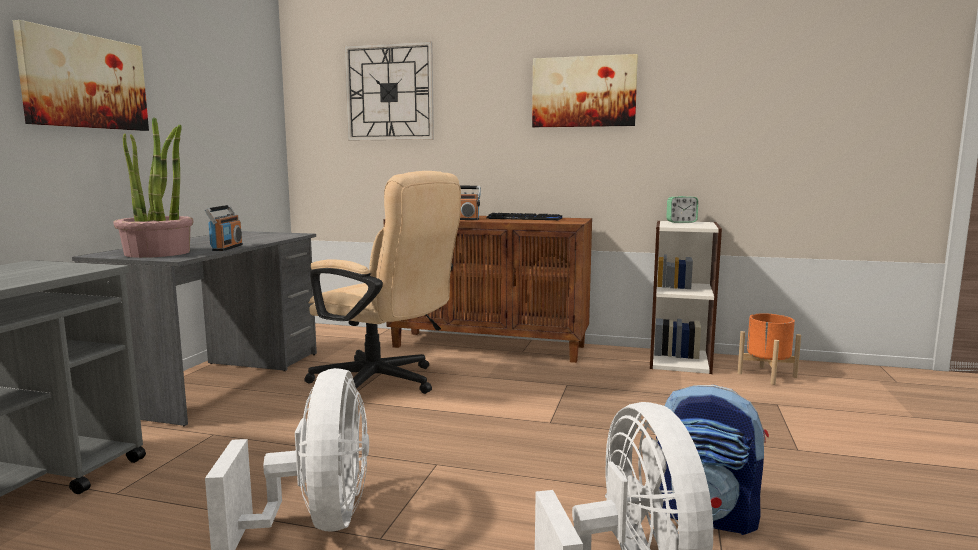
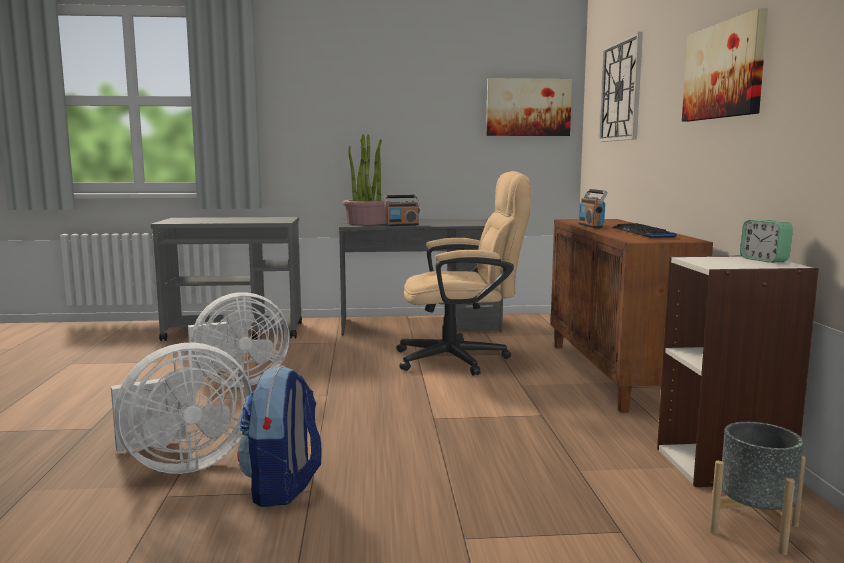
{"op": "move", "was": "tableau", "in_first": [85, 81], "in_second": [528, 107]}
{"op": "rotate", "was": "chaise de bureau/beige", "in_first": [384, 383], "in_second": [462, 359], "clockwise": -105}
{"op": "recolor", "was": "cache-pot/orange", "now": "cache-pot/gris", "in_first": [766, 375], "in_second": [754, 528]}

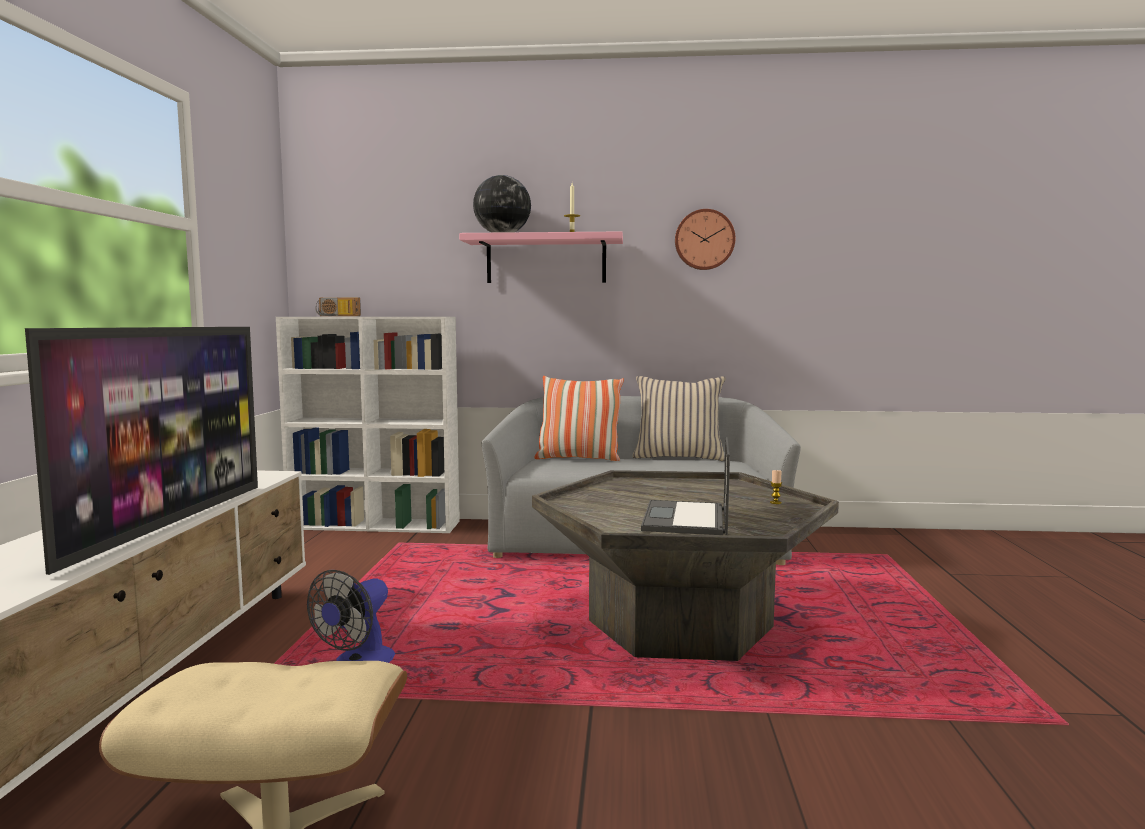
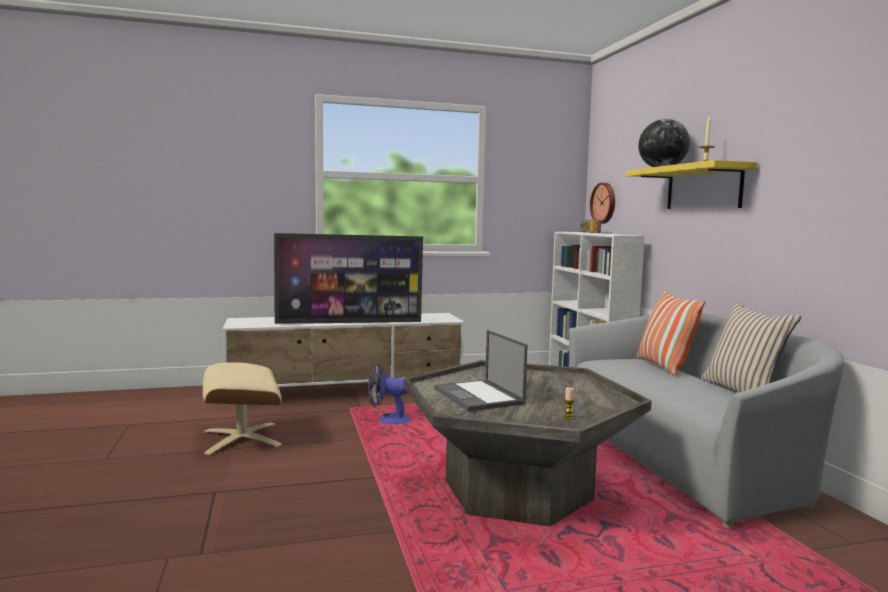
{"op": "move", "was": "horloge murale", "in_first": [704, 240], "in_second": [604, 203]}
{"op": "recolor", "was": "étagère/rose", "now": "étagère/jaune", "in_first": [546, 260], "in_second": [703, 188]}
{"op": "rotate", "was": "ordinateur portable", "in_first": [686, 519], "in_second": [479, 396], "clockwise": -105}

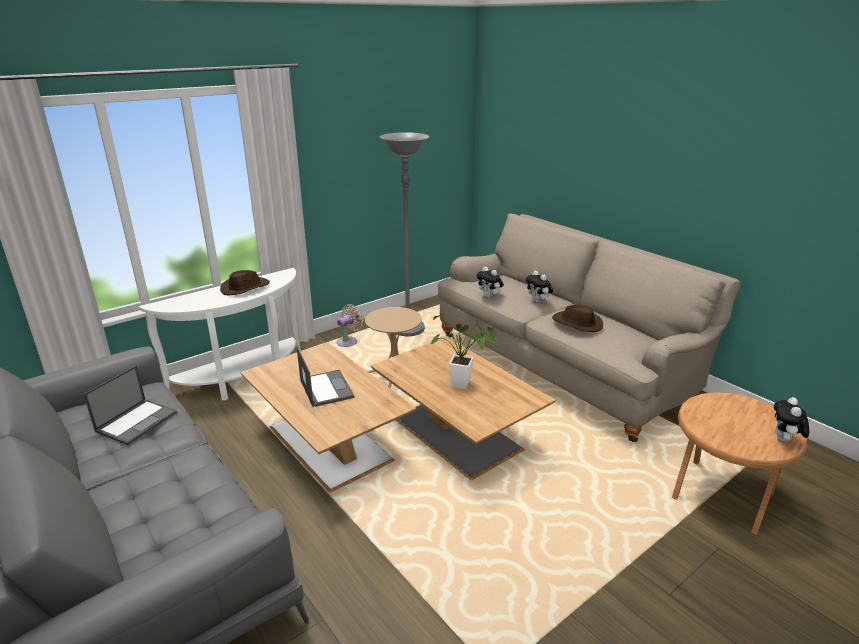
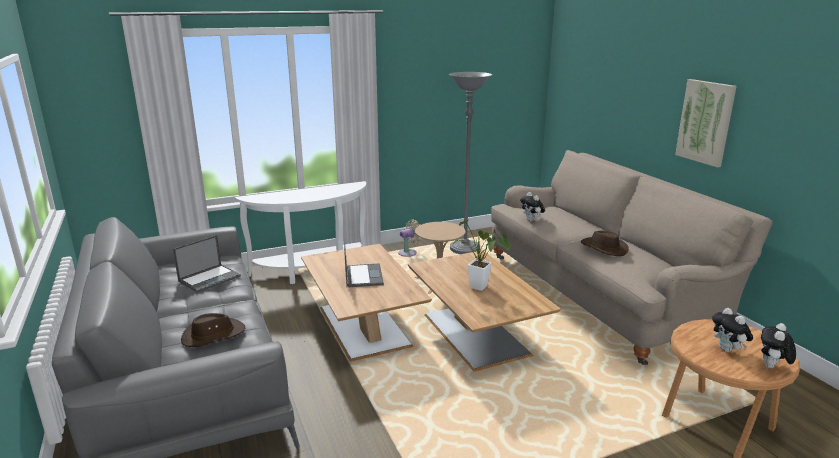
{"op": "move", "was": "chapeau/marron", "in_first": [245, 288], "in_second": [213, 335]}
{"op": "move", "was": "peluche", "in_first": [538, 302], "in_second": [728, 350]}
{"op": "insert", "now": "tableau", "in_second": [705, 122]}

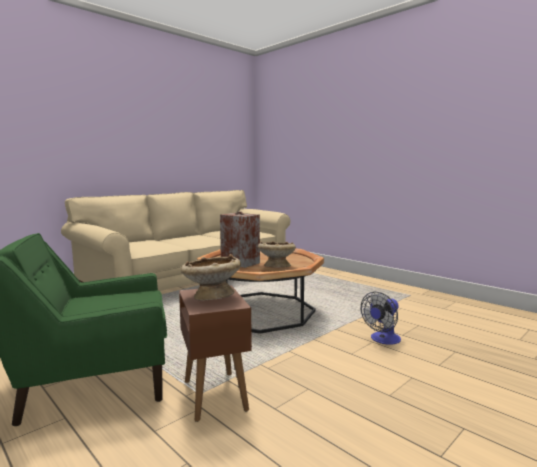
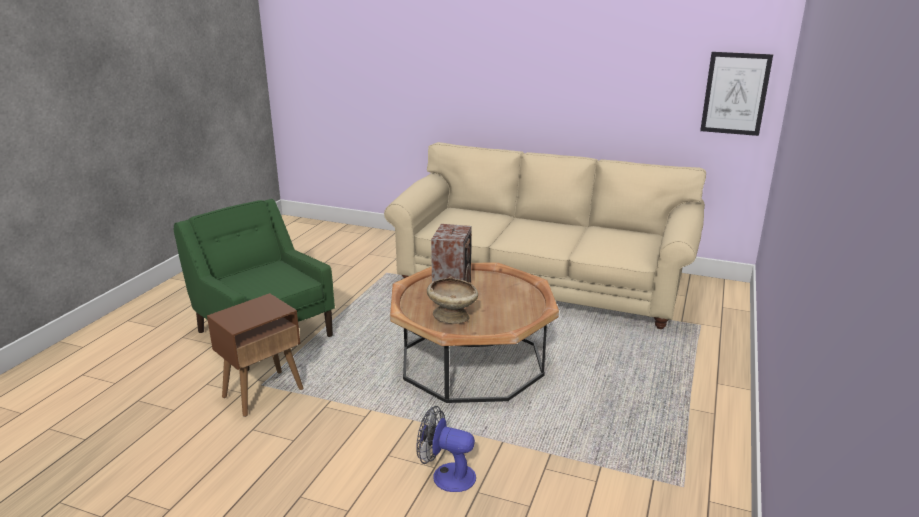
{"op": "delete", "was": "bol/beige", "in_first": [211, 297]}
{"op": "insert", "now": "tableau", "in_second": [735, 93]}

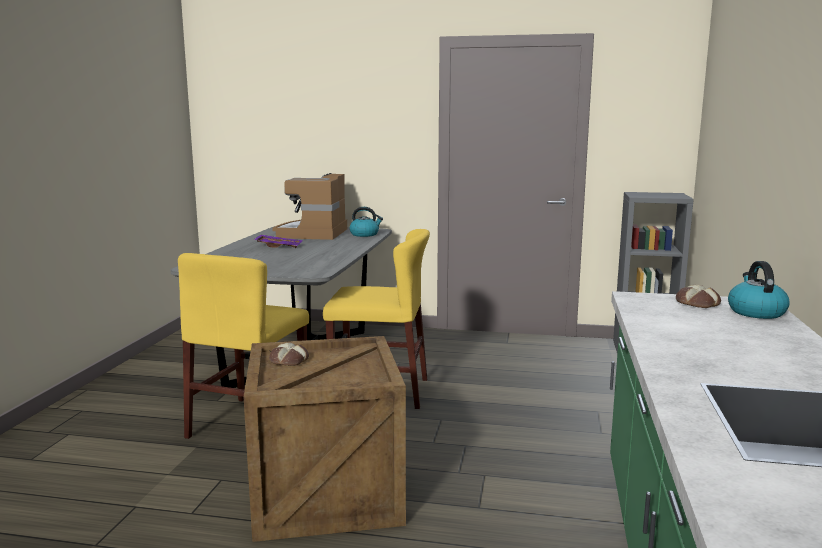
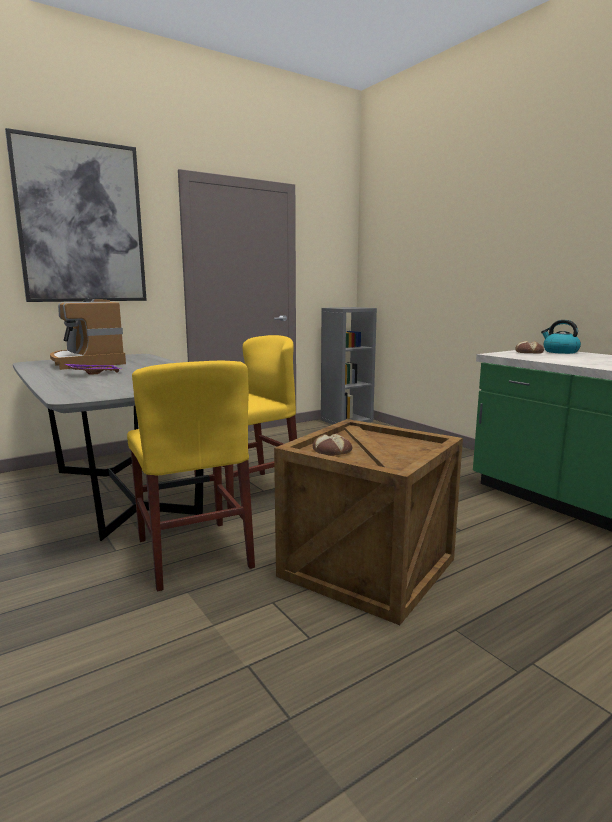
{"op": "delete", "was": "bouilloire", "in_first": [365, 234]}
{"op": "insert", "now": "tableau", "in_second": [81, 223]}

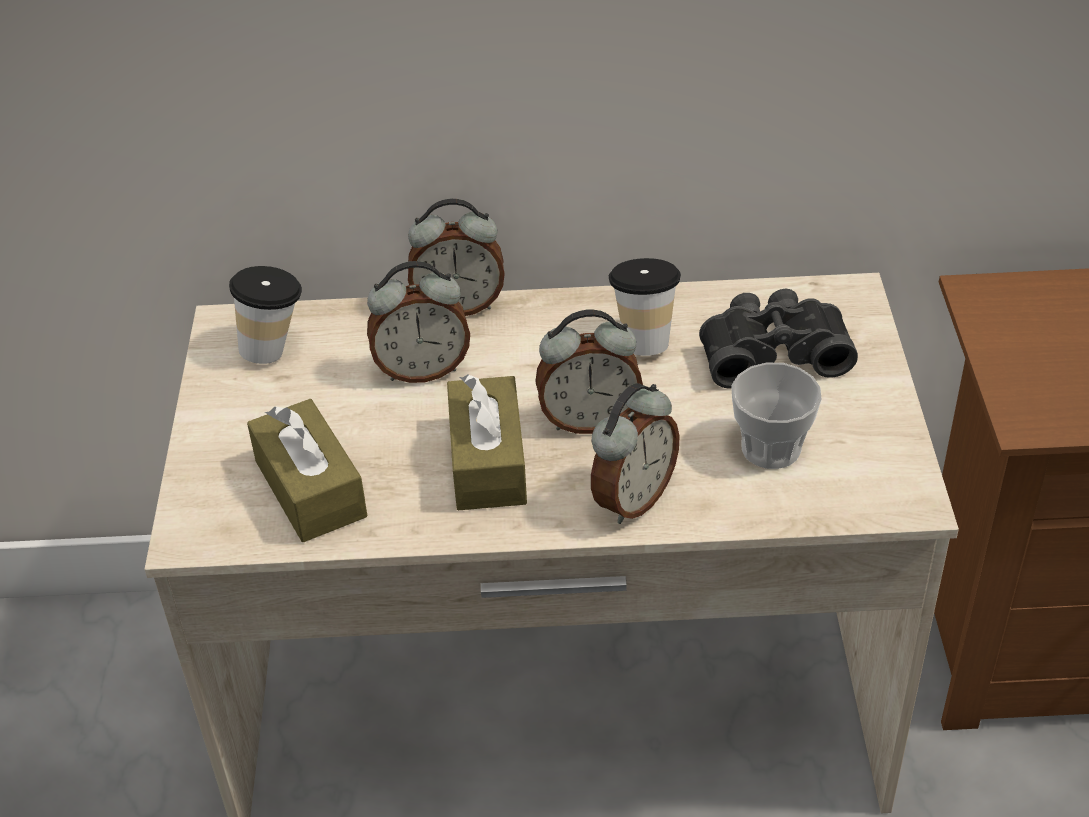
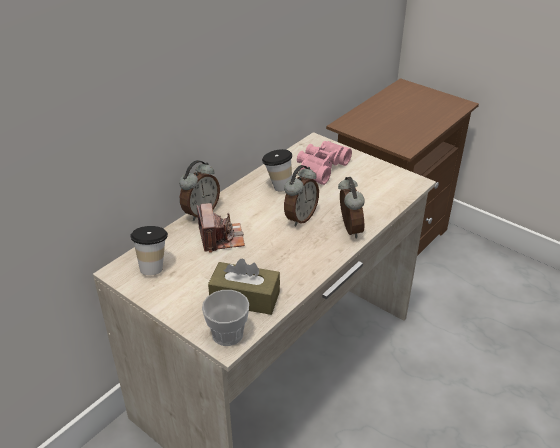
{"op": "replace", "was": "réveil", "now": "appareil photo", "in_first": [422, 370], "in_second": [221, 238]}
{"op": "recolor", "was": "jumelles/noir", "now": "jumelles/rose", "in_first": [772, 352], "in_second": [320, 168]}
{"op": "move", "was": "tasse", "in_first": [771, 448], "in_second": [227, 334]}
{"op": "delete", "was": "boîte à mouchoirs/marron", "in_first": [488, 462]}

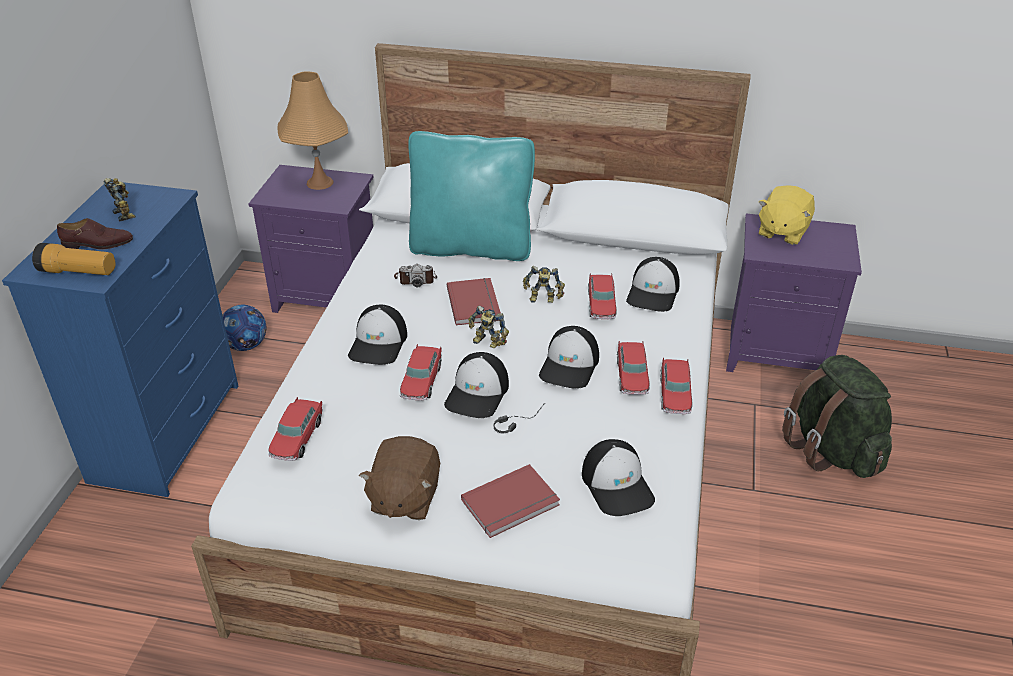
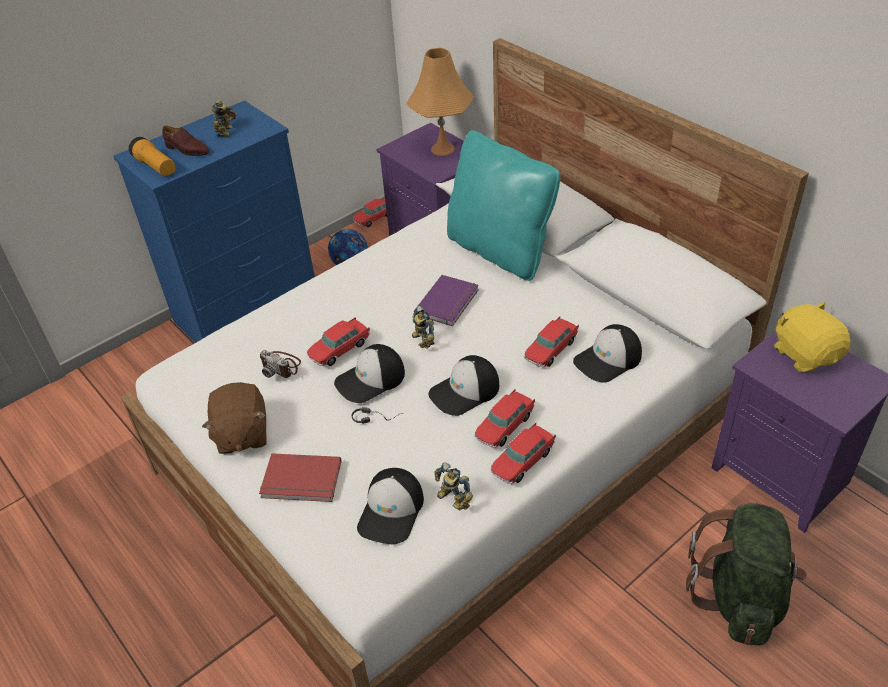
{"op": "rotate", "was": "peluche/jaune", "in_first": [782, 232], "in_second": [805, 354], "clockwise": 90}
{"op": "move", "was": "appareil photo", "in_first": [415, 279], "in_second": [281, 366]}
{"op": "move", "was": "robot jouet", "in_first": [543, 299], "in_second": [451, 500]}
{"op": "recolor", "was": "livre/rouge", "now": "livre/violet", "in_first": [475, 303], "in_second": [449, 302]}
{"op": "delete", "was": "casquette", "in_first": [379, 343]}
{"op": "move", "was": "petite voiture", "in_first": [297, 438], "in_second": [374, 218]}
{"op": "rotate", "was": "peluche/marron", "in_first": [404, 498], "in_second": [241, 434], "clockwise": -60}

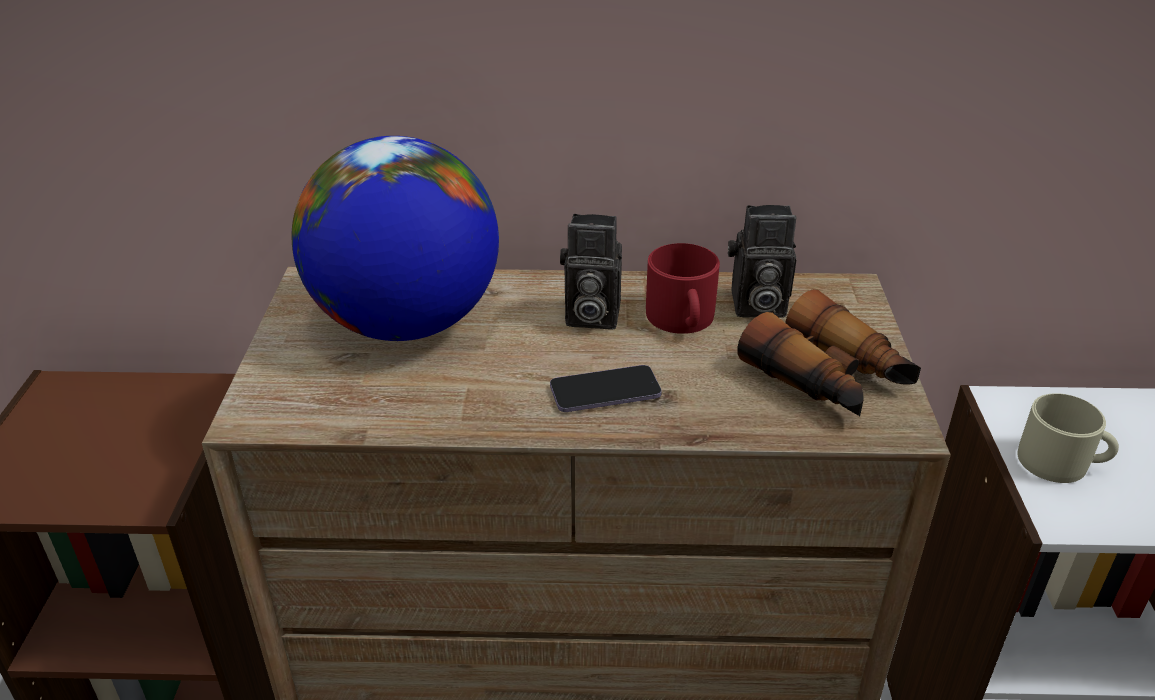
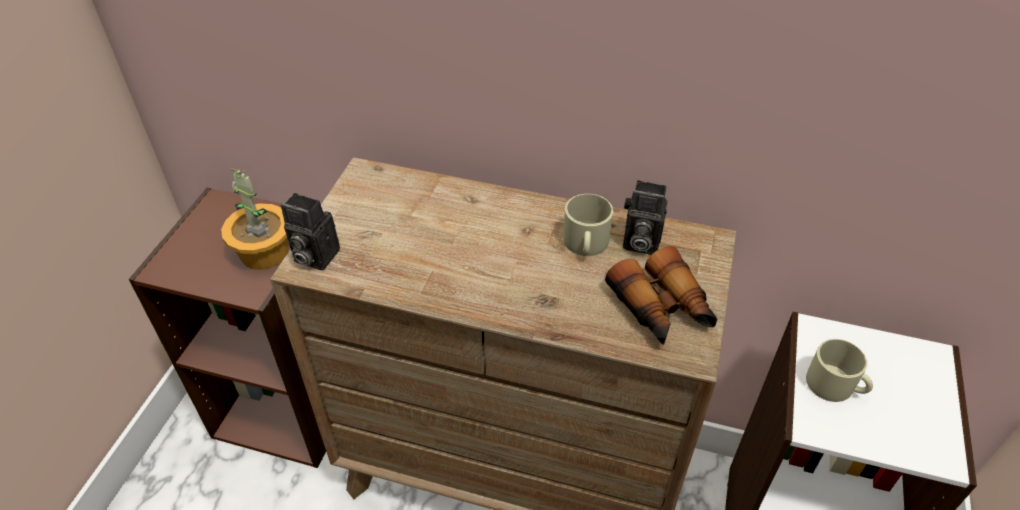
{"op": "delete", "was": "globe", "in_first": [406, 323]}
{"op": "move", "was": "appareil photo", "in_first": [589, 316], "in_second": [313, 256]}
{"op": "recolor", "was": "mug/rouge", "now": "mug/beige", "in_first": [682, 319], "in_second": [585, 244]}
{"op": "delete", "was": "téléphone", "in_first": [605, 392]}
{"op": "insert", "now": "plante en pot", "in_second": [264, 253]}

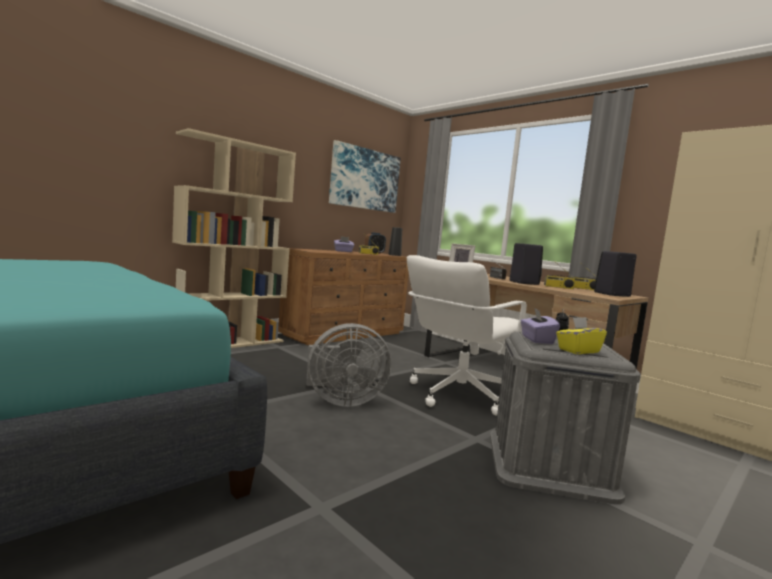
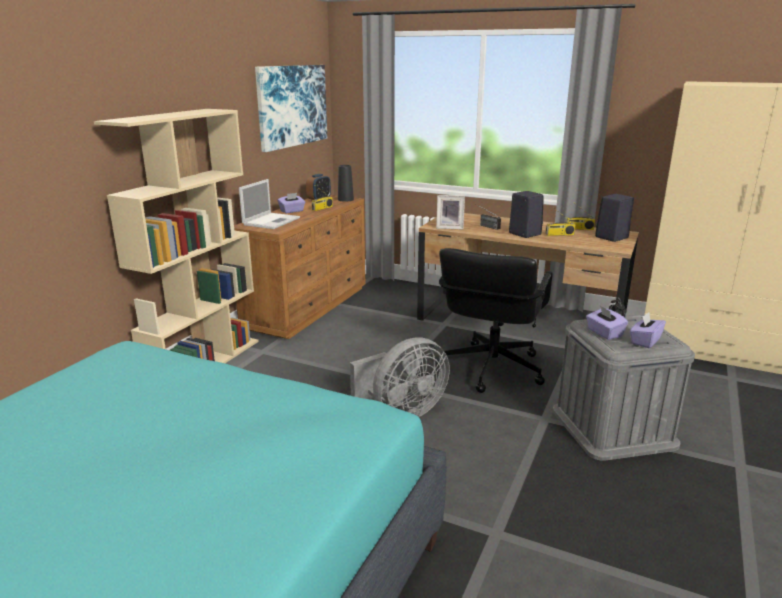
{"op": "recolor", "was": "chaise de bureau/blanc", "now": "chaise de bureau/noir", "in_first": [458, 395], "in_second": [491, 368]}
{"op": "recolor", "was": "boîte à mouchoirs/jaune", "now": "boîte à mouchoirs/violet", "in_first": [578, 351], "in_second": [645, 341]}
{"op": "insert", "now": "ordinateur portable", "in_second": [272, 221]}

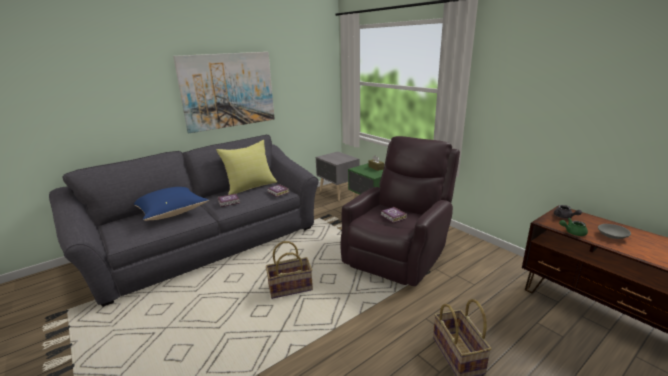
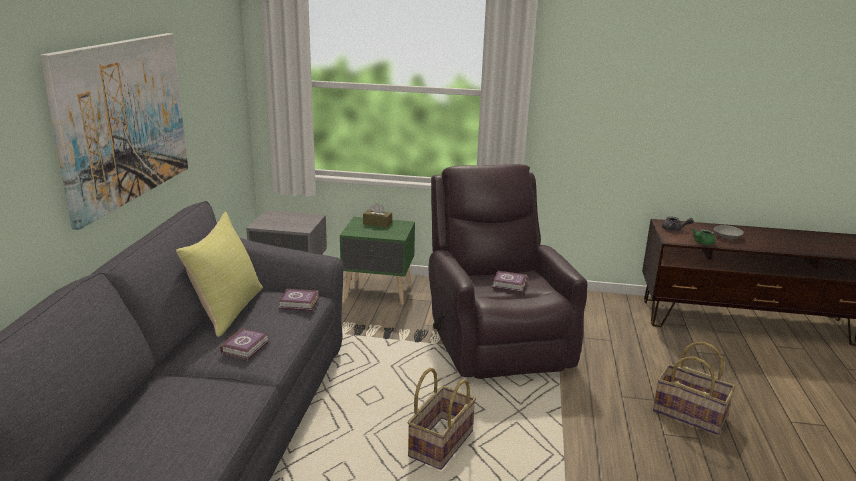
{"op": "delete", "was": "coussin/bleu", "in_first": [171, 212]}

